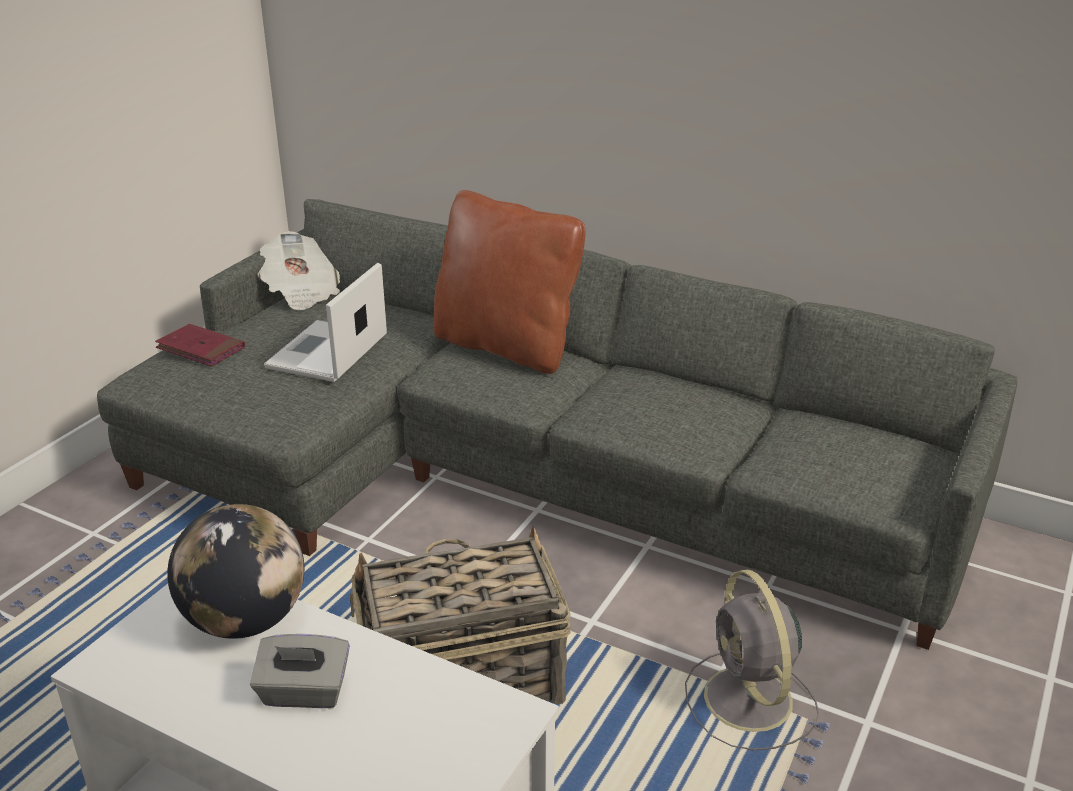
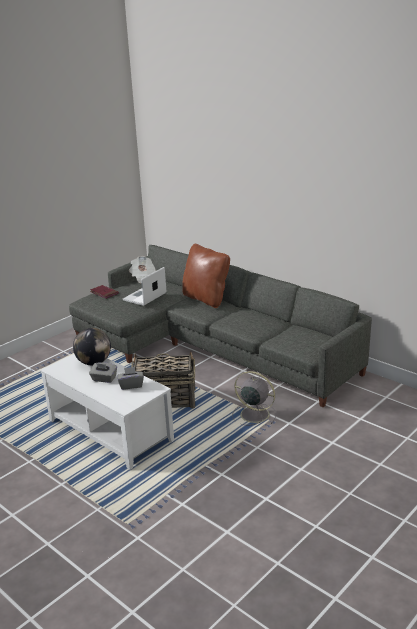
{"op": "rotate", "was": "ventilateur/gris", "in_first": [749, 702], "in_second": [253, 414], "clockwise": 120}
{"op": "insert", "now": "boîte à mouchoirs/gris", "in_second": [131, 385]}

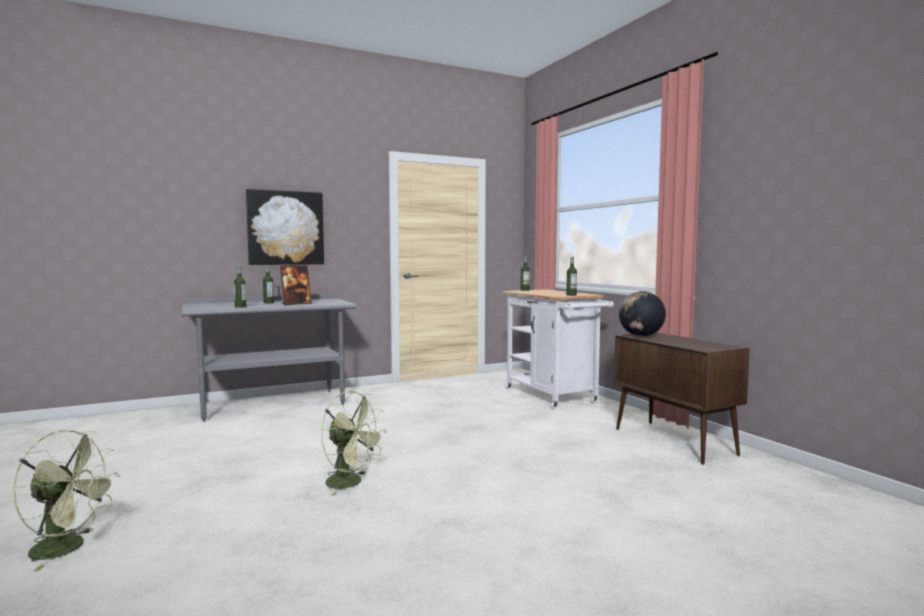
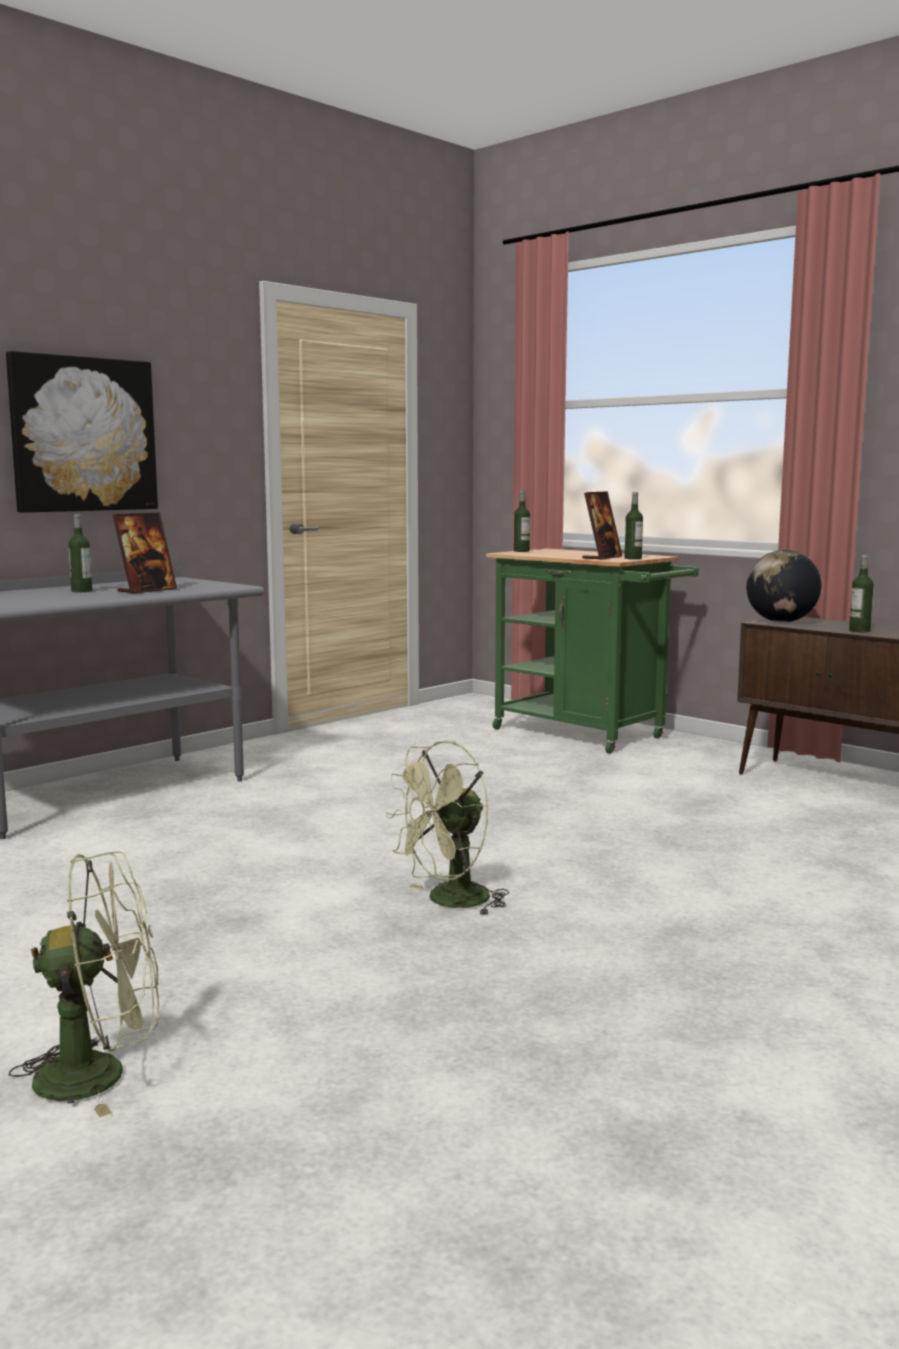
{"op": "move", "was": "bouteille", "in_first": [240, 307], "in_second": [859, 630]}
{"op": "recolor", "was": "chariot/blanc", "now": "chariot/vert", "in_first": [553, 397], "in_second": [586, 735]}
{"op": "rotate", "was": "ventilateur/vert", "in_first": [351, 483], "in_second": [448, 902], "clockwise": 135}
{"op": "insert", "now": "cadre photo", "in_second": [602, 558]}

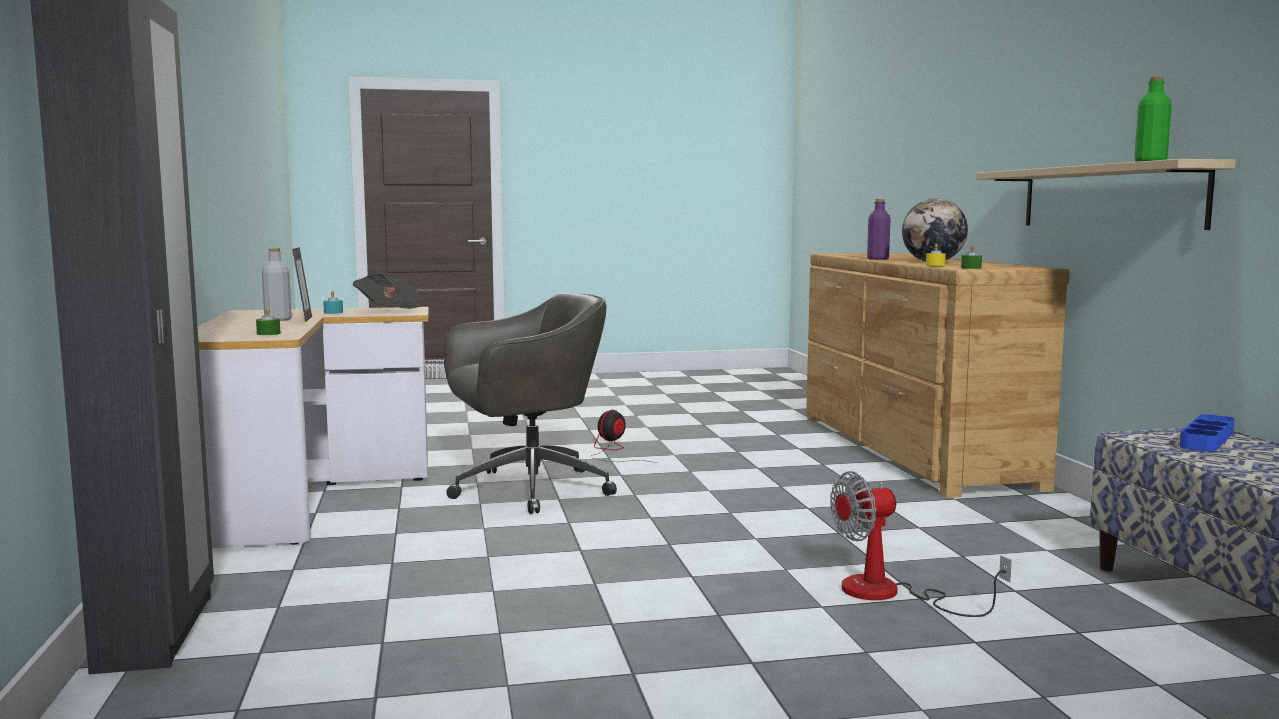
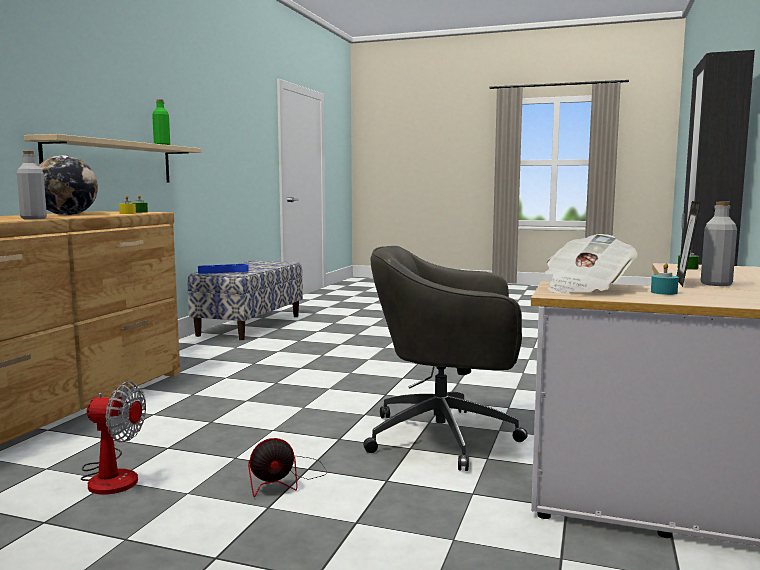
{"op": "recolor", "was": "bouteille/violet", "now": "bouteille/gris", "in_first": [877, 259], "in_second": [33, 218]}
{"op": "move", "was": "ventilateur", "in_first": [890, 594], "in_second": [111, 476]}

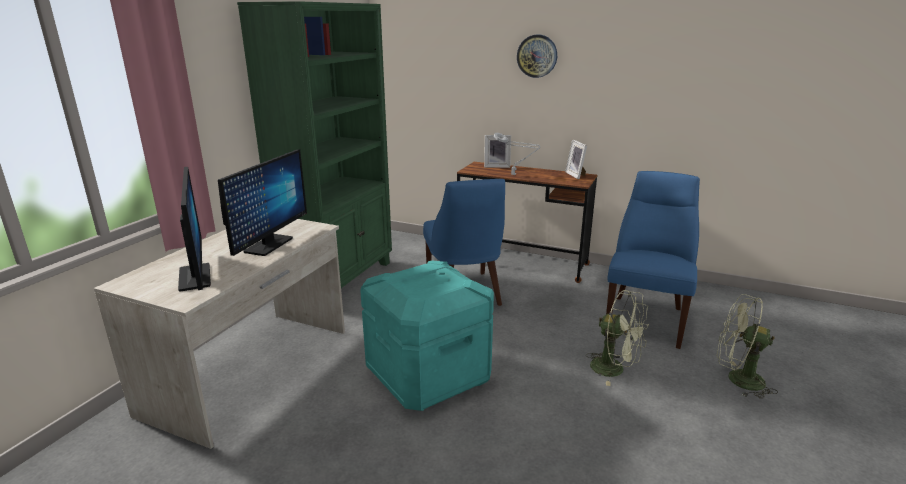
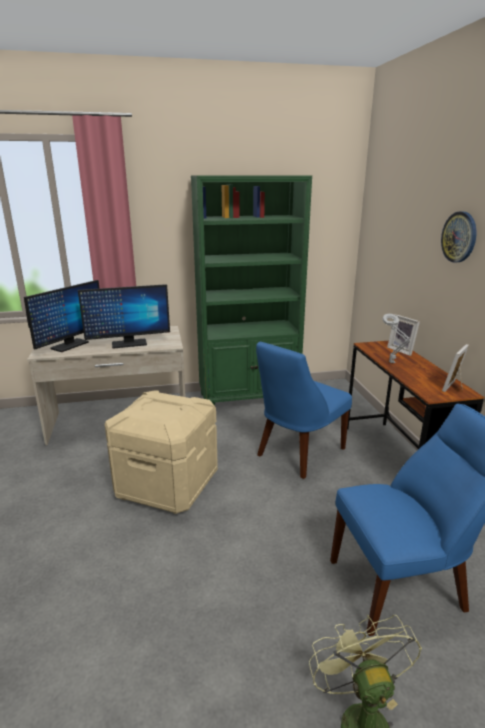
{"op": "recolor", "was": "boîte de rangement/turquoise", "now": "boîte de rangement/beige", "in_first": [428, 376], "in_second": [166, 485]}
{"op": "delete", "was": "ventilateur/vert", "in_first": [615, 369]}

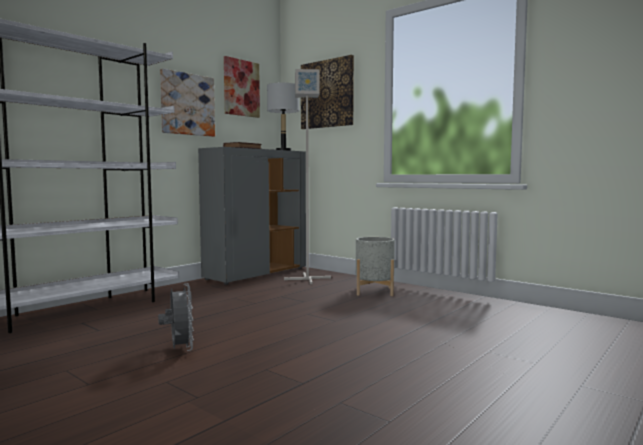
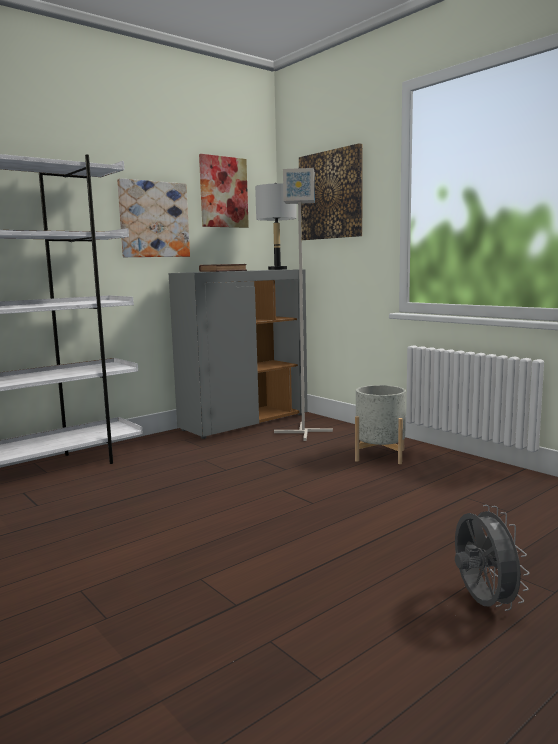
{"op": "move", "was": "ventilateur/gris", "in_first": [179, 349], "in_second": [482, 603]}

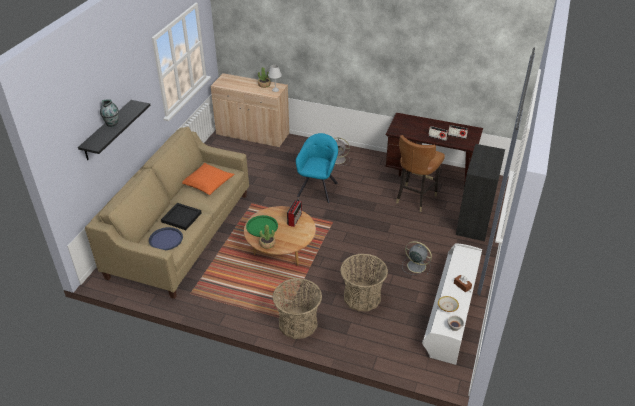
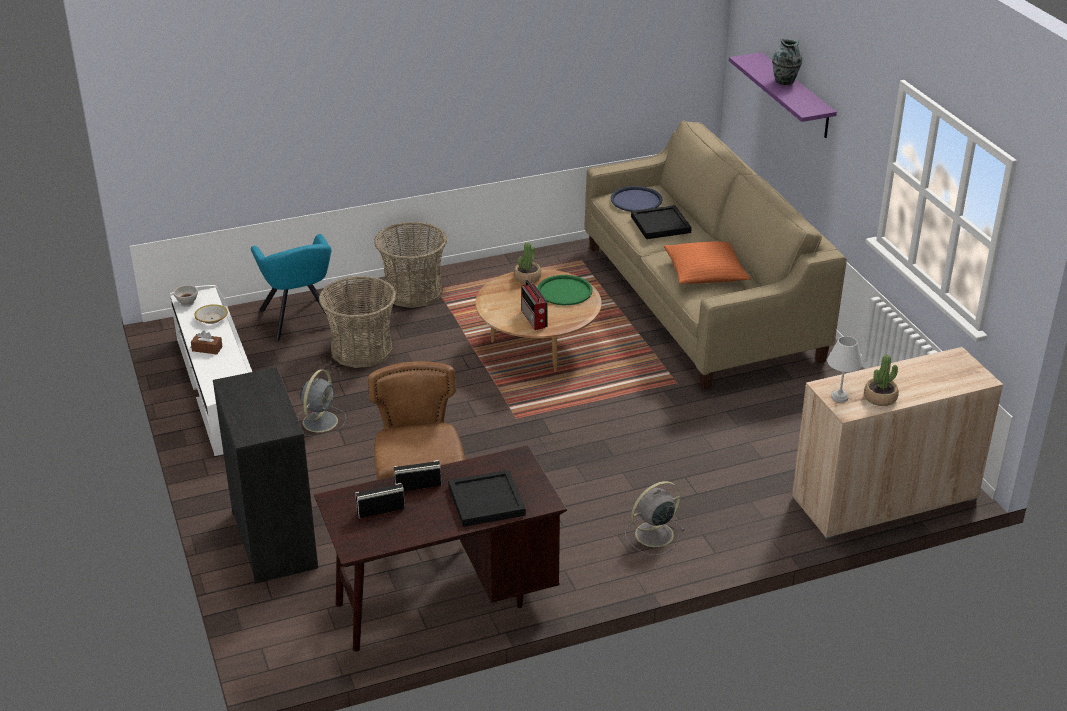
{"op": "recolor", "was": "étagère/noir", "now": "étagère/violet", "in_first": [107, 130], "in_second": [796, 96]}
{"op": "move", "was": "fauteuil/turquoise", "in_first": [318, 188], "in_second": [299, 320]}
{"op": "rotate", "was": "ventilateur/gris", "in_first": [415, 265], "in_second": [321, 421], "clockwise": -60}
{"op": "insert", "now": "plateau/noir", "in_second": [486, 501]}

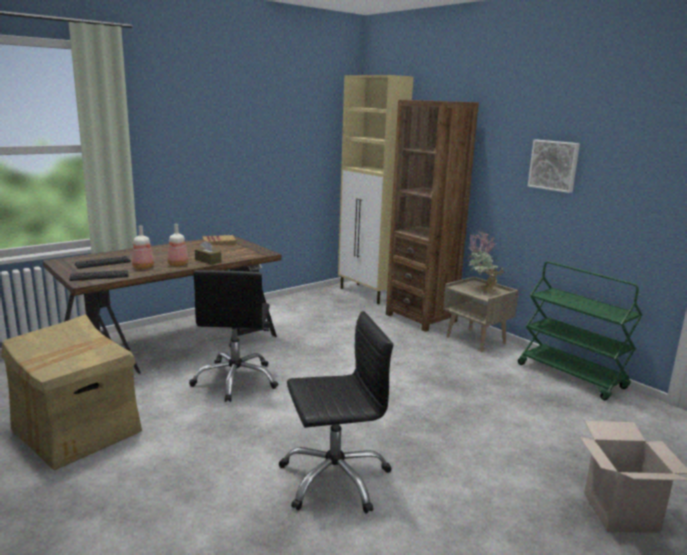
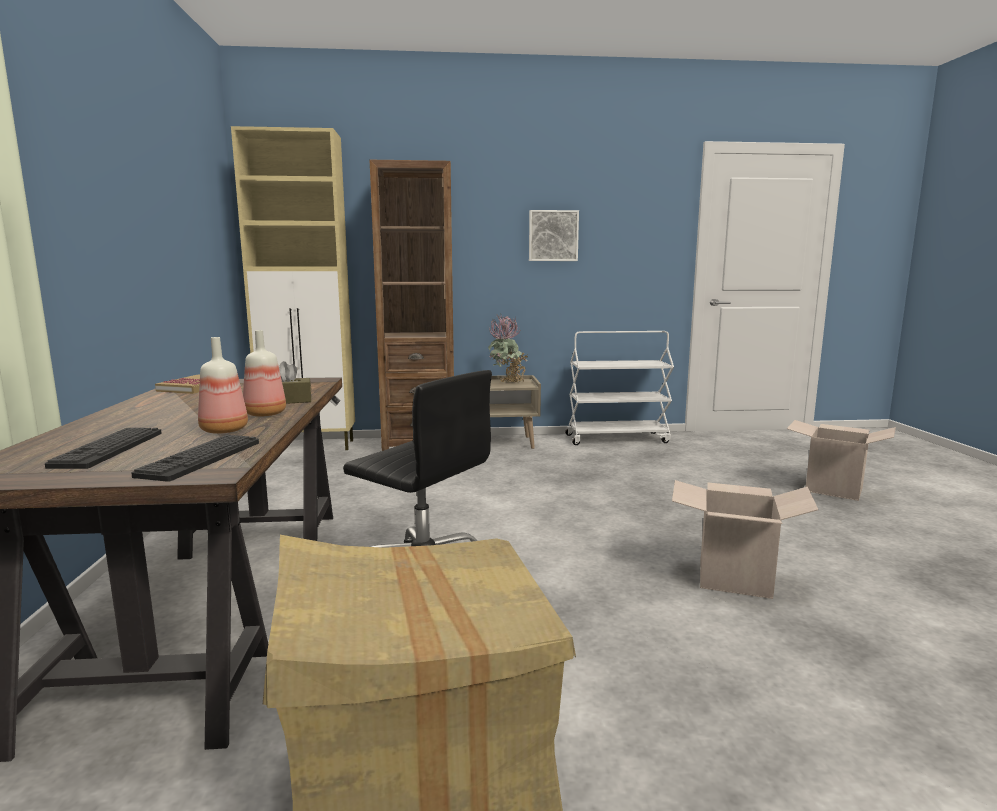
{"op": "recolor", "was": "chariot/vert", "now": "chariot/blanc", "in_first": [572, 376], "in_second": [617, 438]}
{"op": "replace", "was": "chaise de bureau/noir", "now": "carton", "in_first": [334, 478], "in_second": [734, 578]}

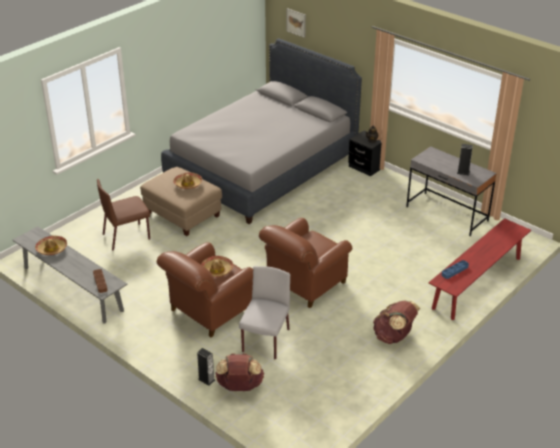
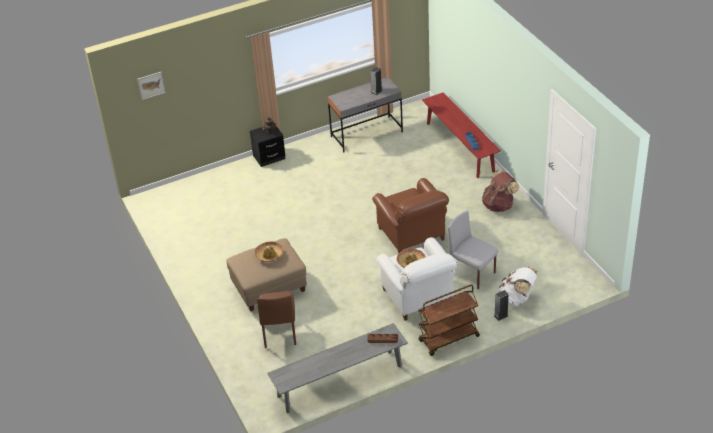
{"op": "delete", "was": "lit/gris", "in_first": [262, 168]}
{"op": "delete", "was": "chapeau", "in_first": [52, 249]}
{"op": "recolor", "was": "fauteuil/marron", "now": "fauteuil/blanc", "in_first": [208, 312], "in_second": [419, 298]}
{"op": "recolor", "was": "sac à dos/marron", "now": "sac à dos/blanc", "in_first": [240, 387], "in_second": [517, 299]}
{"op": "insert", "now": "chariot/marron", "in_second": [448, 339]}

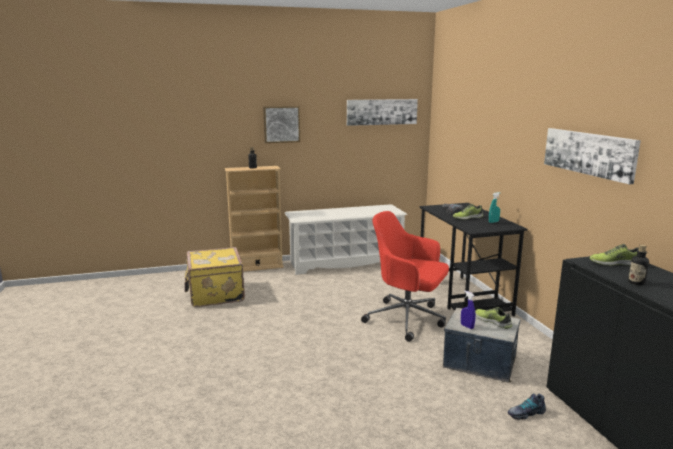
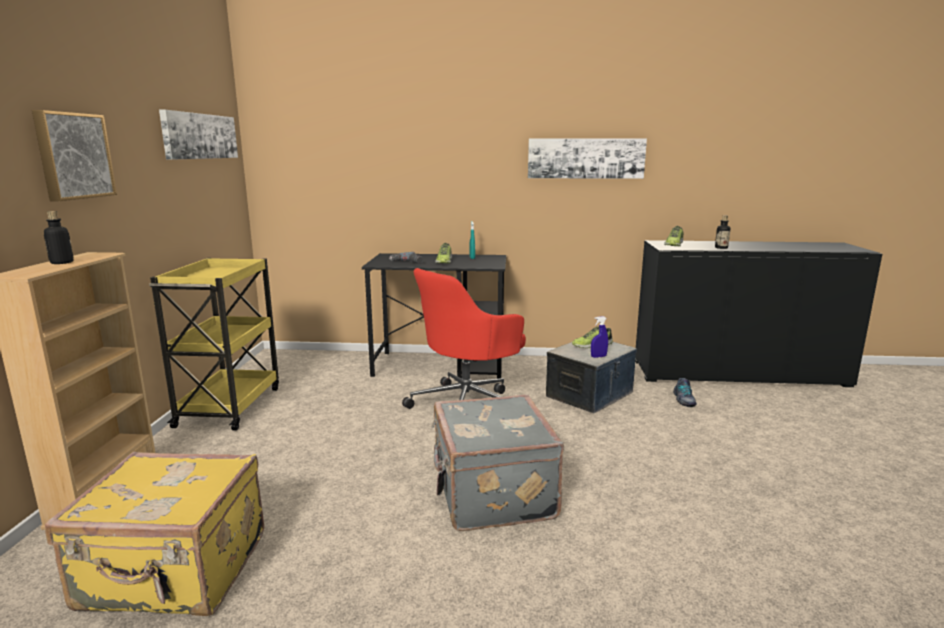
{"op": "replace", "was": "étagère à chaussures/blanc", "now": "chariot/jaune", "in_first": [345, 262], "in_second": [230, 405]}
{"op": "insert", "now": "valise/gris", "in_second": [491, 494]}

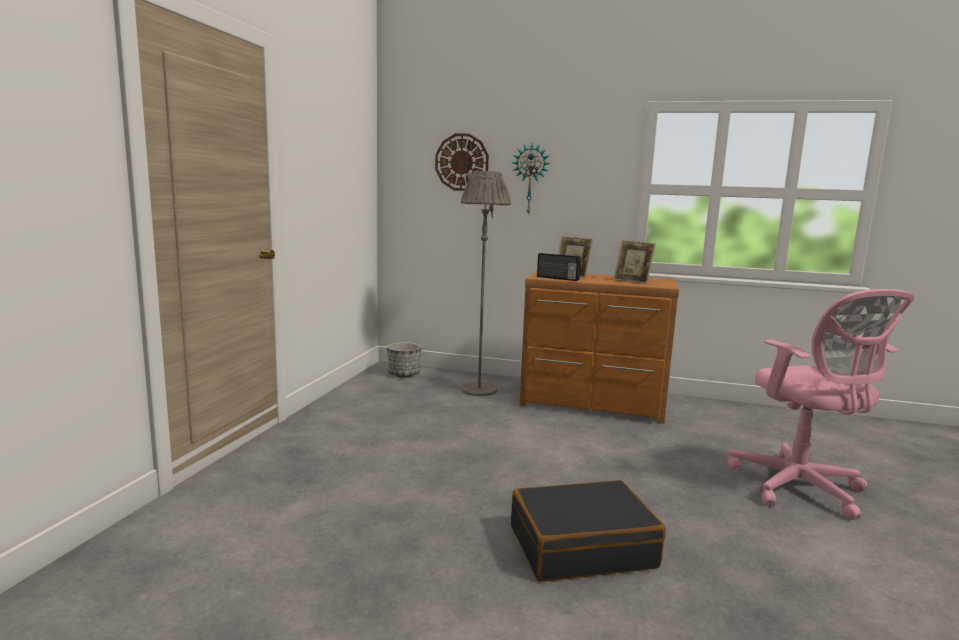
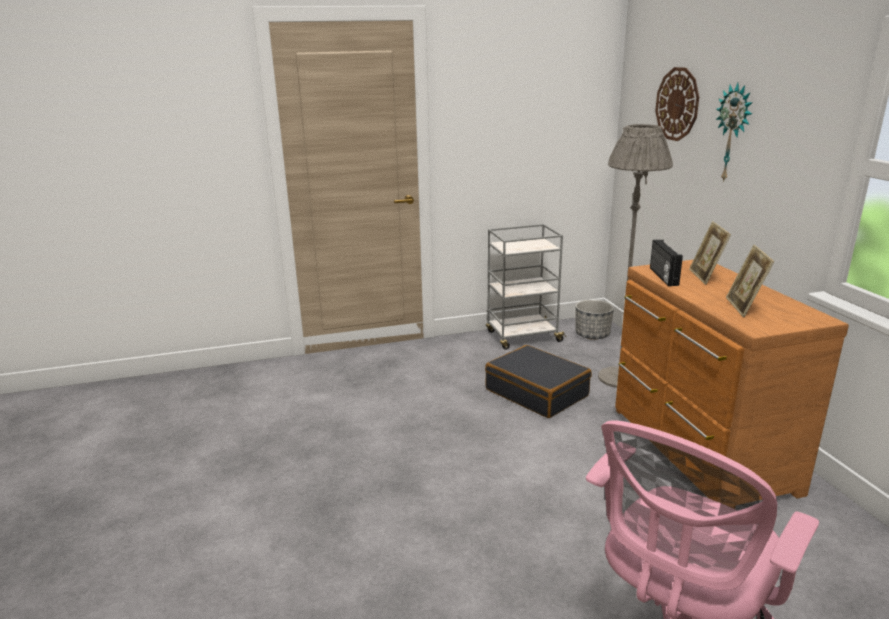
{"op": "move", "was": "valise/noir", "in_first": [581, 546], "in_second": [537, 392]}
{"op": "insert", "now": "chariot/gris", "in_second": [522, 337]}

